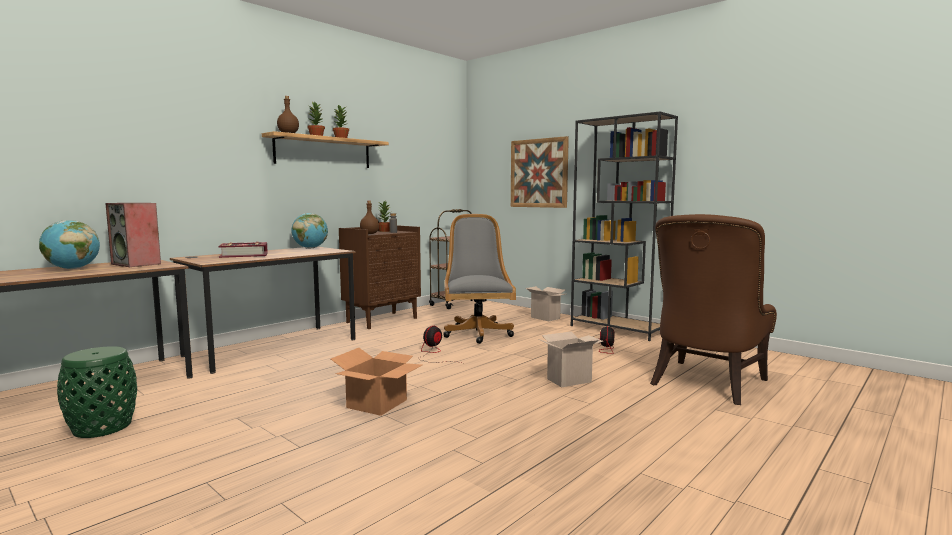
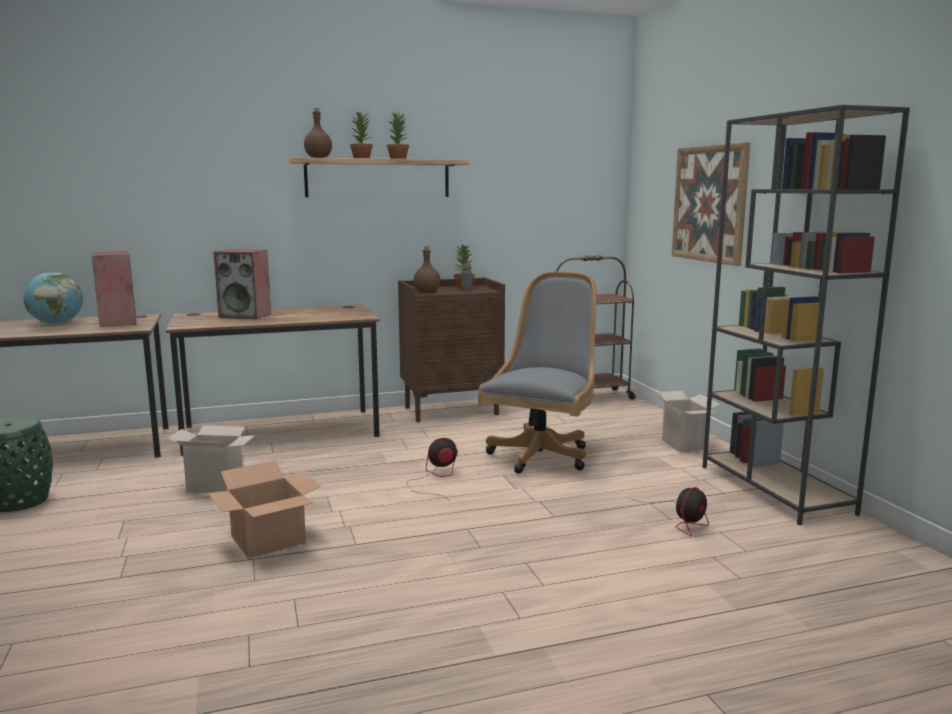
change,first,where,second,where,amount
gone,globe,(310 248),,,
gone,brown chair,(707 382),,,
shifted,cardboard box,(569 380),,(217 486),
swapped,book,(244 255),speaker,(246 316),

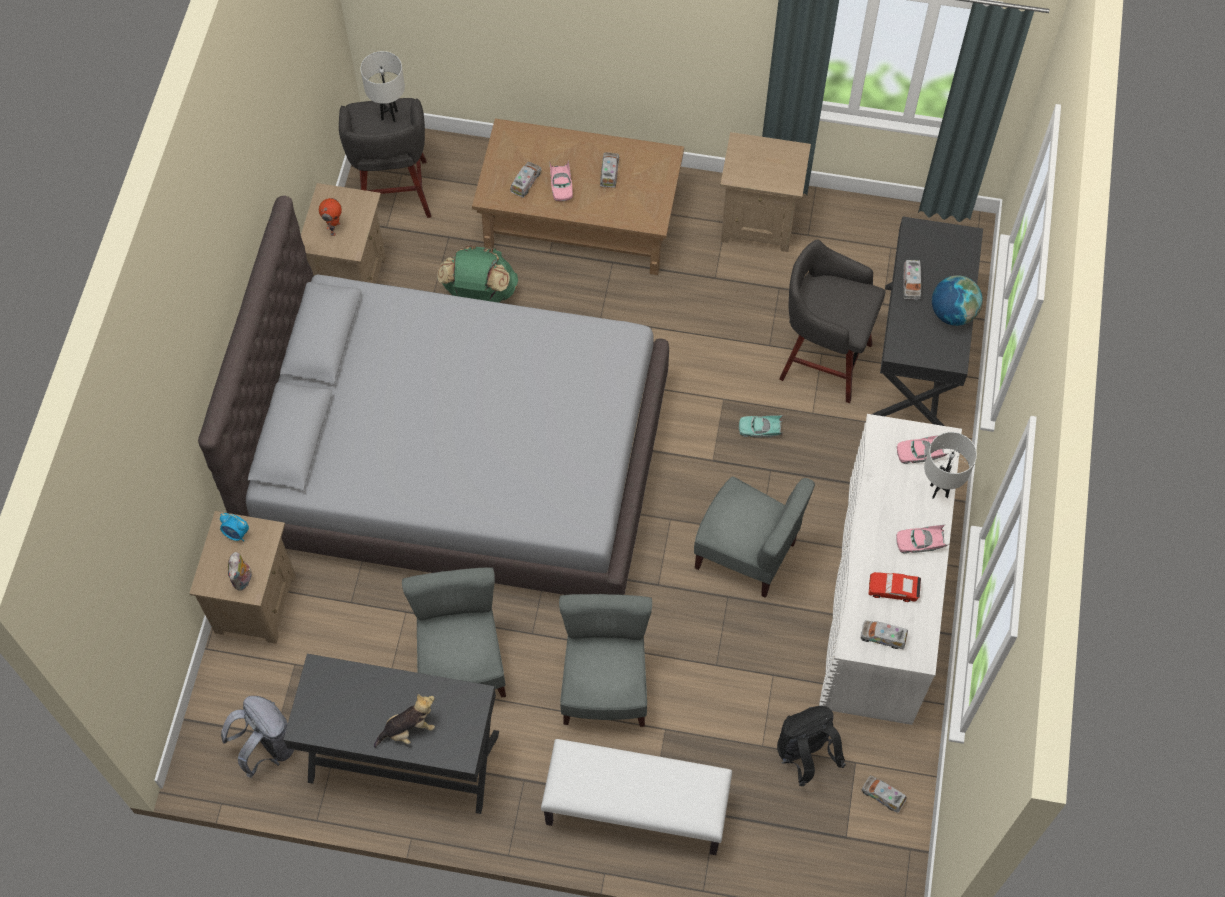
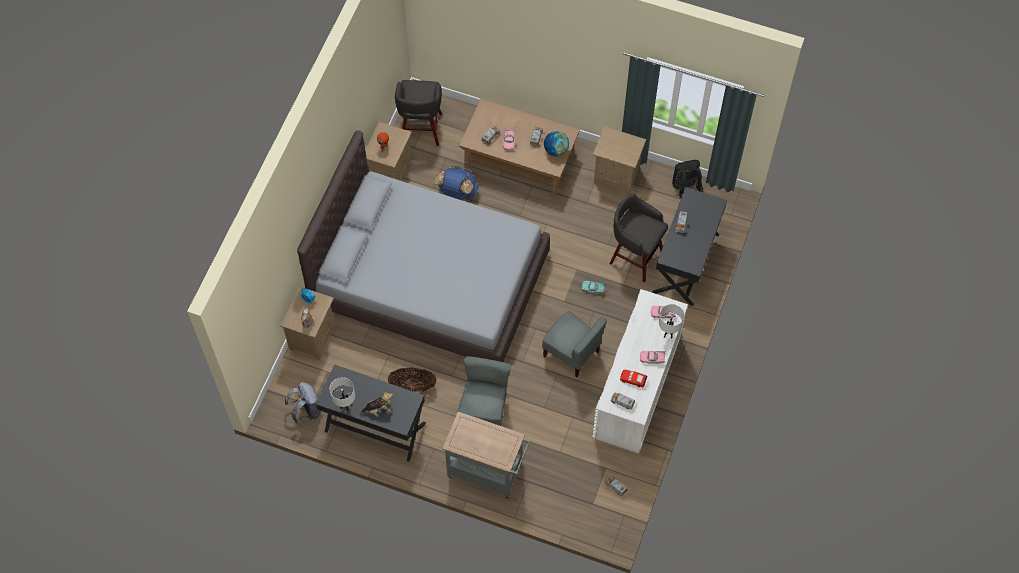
change,first,where,second,where,amount
shifted,white table lamp,(389 115),,(345 406),
shifted,black backpack,(805 755),,(685 188),
shifted,globe,(952 313),,(556 150),
swapped,grey chair,(462 664),basket,(413 386),
swapped,white bench,(635 809),grey cart,(487 472),
repainted,green backpack,(480 293),blue backpack,(457 192),

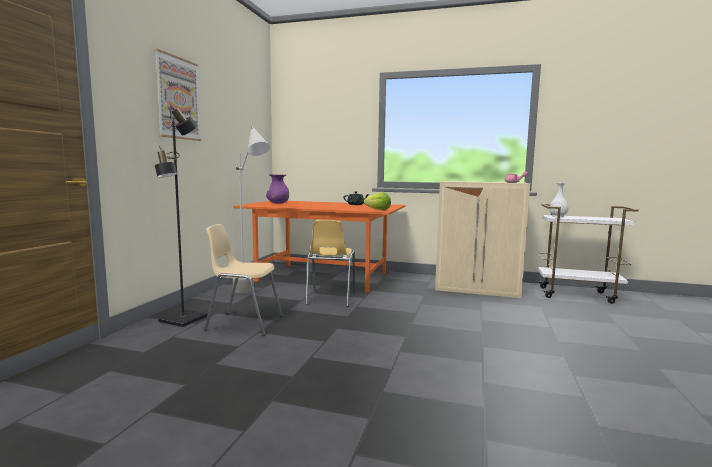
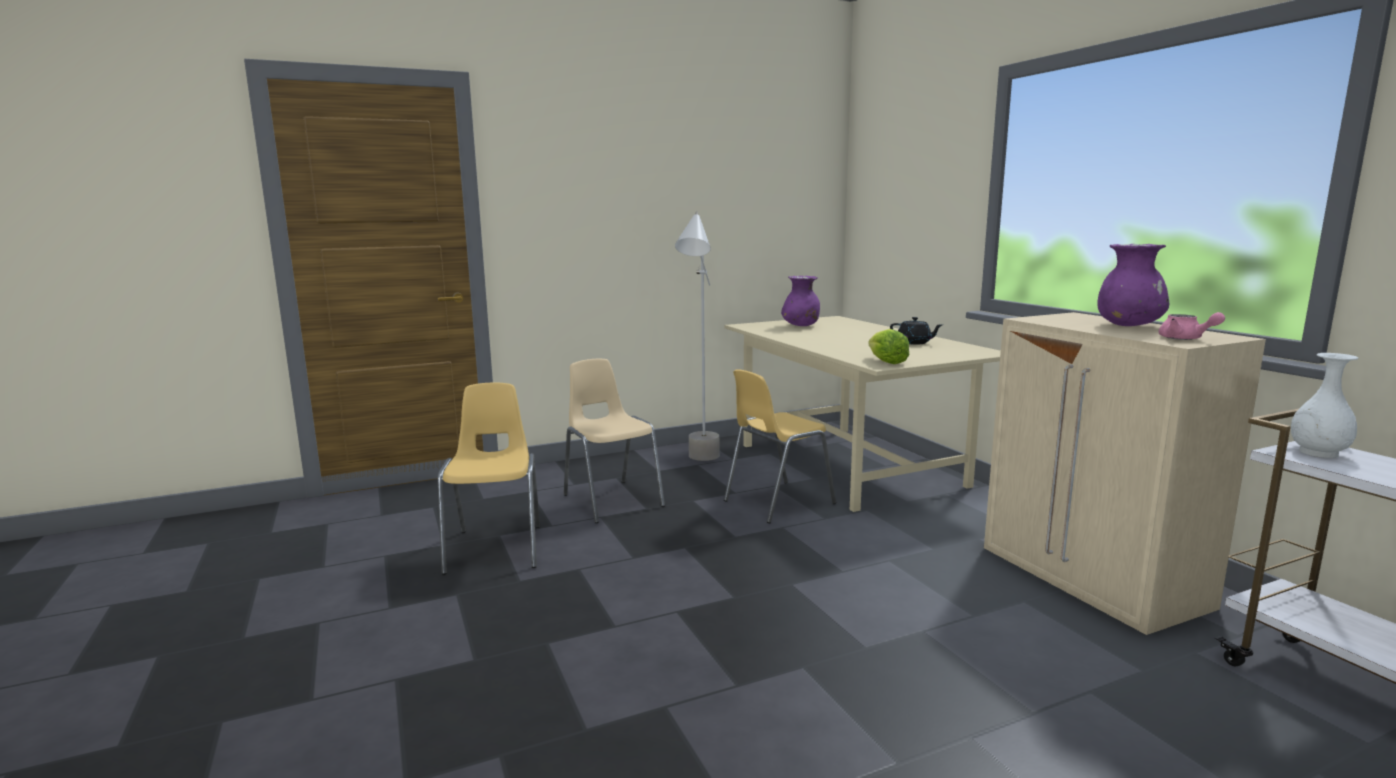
change,first,where,second,where,amount
gone,picture,(178 98),,,
gone,black floor lamp,(183 319),,,
new,,,yellow chair,(496 548),
new,,,purple vase,(1129 326),
repainted,orange dining table,(324 277),beige dining table,(850 465),

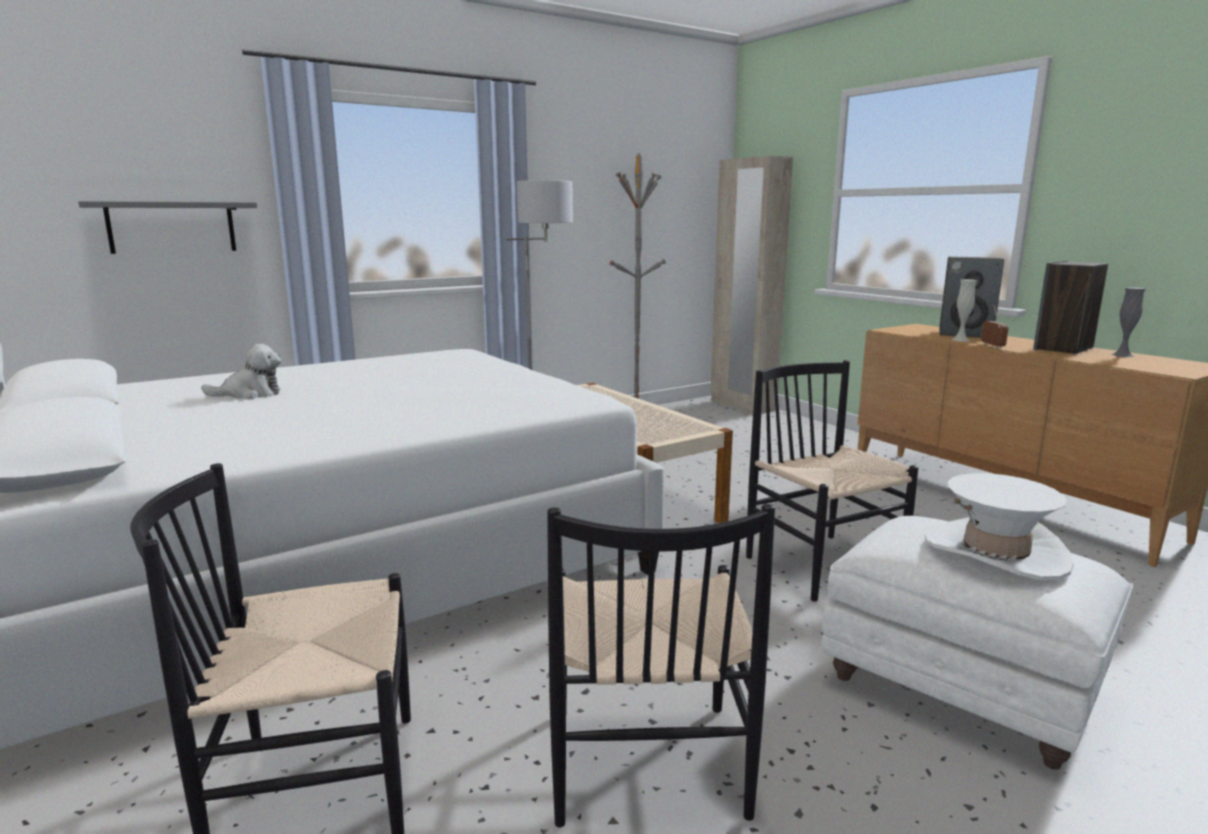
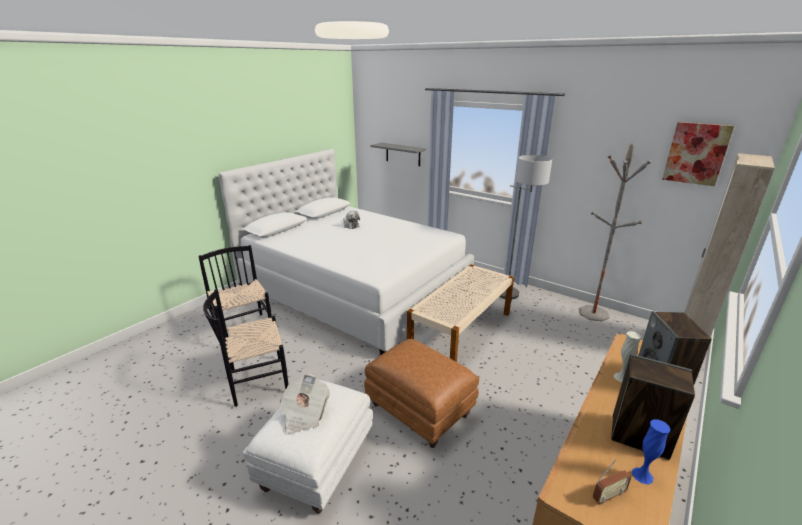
change,first,where,second,where,amount
new,,,picture,(696 153),
shifted,radio,(992 346),,(608 496),
swapped,black chair,(818 563),brown ottoman,(420 411),
swapped,white hat,(995 552),newspaper,(304 414),
repainted,grey vase,(1122 355),blue vase,(642 475),

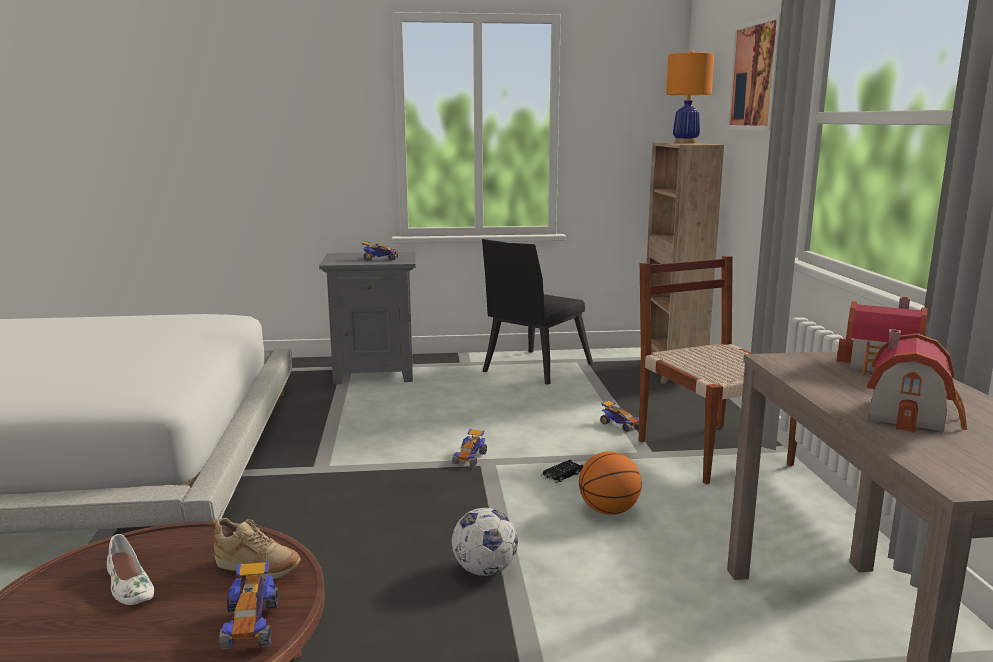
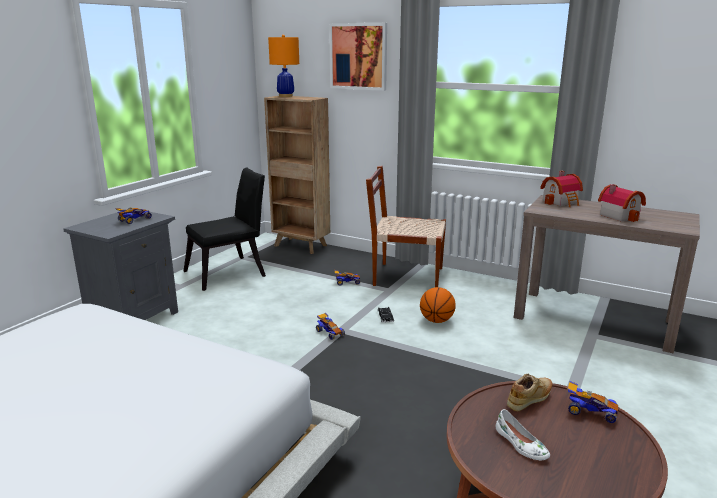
change,first,where,second,where,amount
gone,football,(485 570),,,
rotated,white shoe,(128 585),,(520 444),60 degrees clockwise
rotated,black chair,(532 369),,(230 273),105 degrees counterclockwise

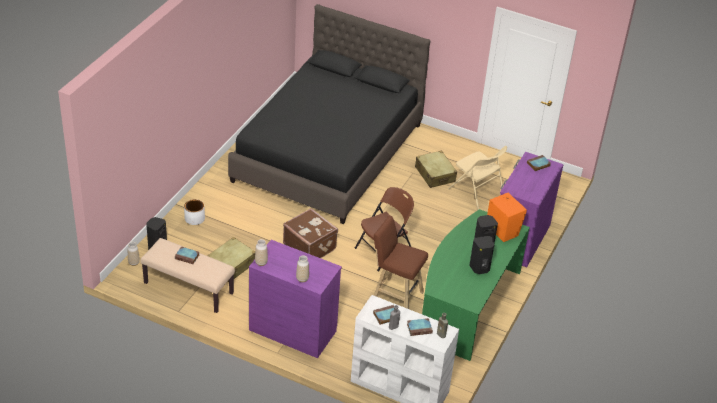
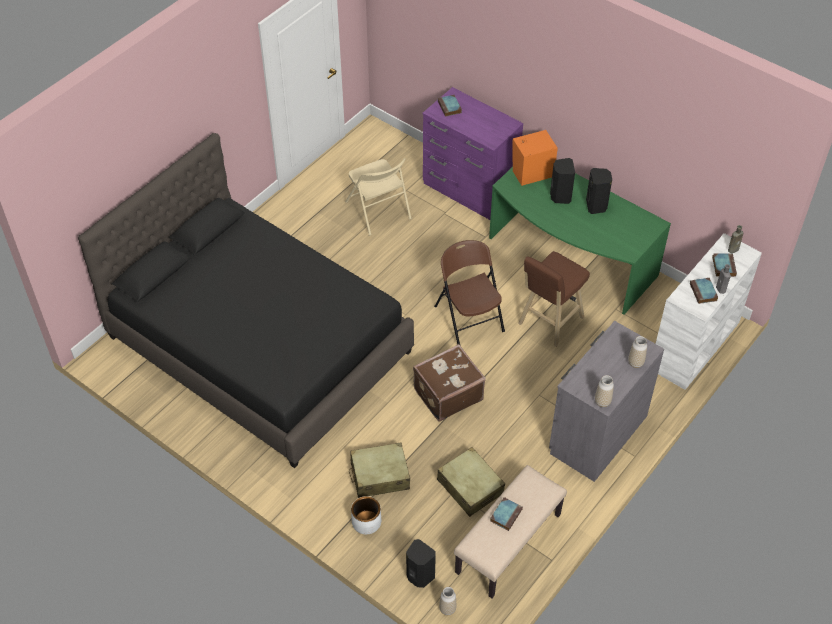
change,first,where,second,where,amount
shifted,beige suitcase,(435 174),,(379 476),
repainted,purple dresser,(293 329),grey dresser,(596 434),
rotated,beige chair,(476 192),,(377 210),90 degrees clockwise

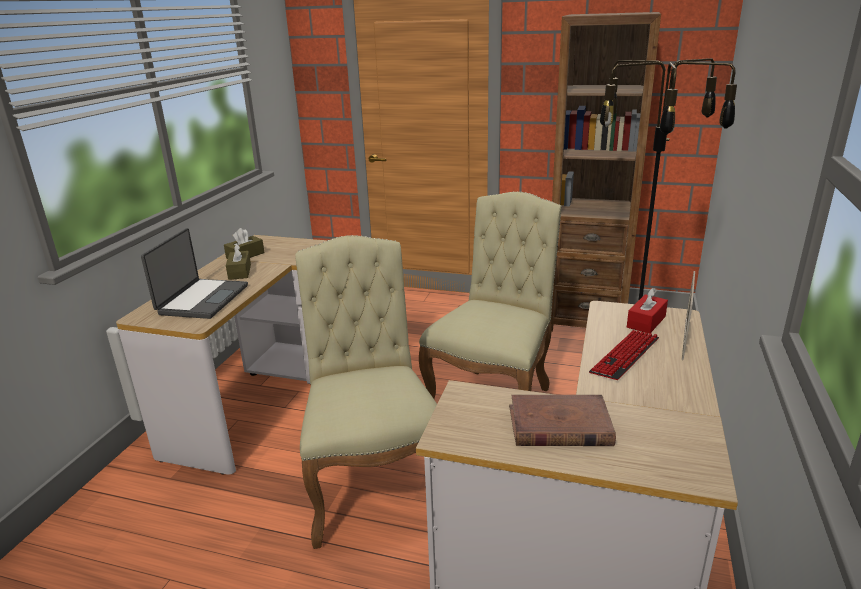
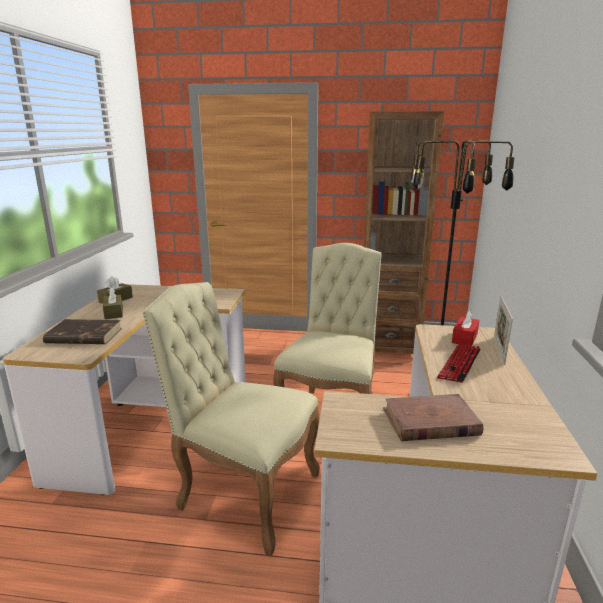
change,first,where,second,where,amount
swapped,laptop,(202 299),brown book,(83 336),
rotated,beige chair,(375 486),,(245 493),45 degrees counterclockwise

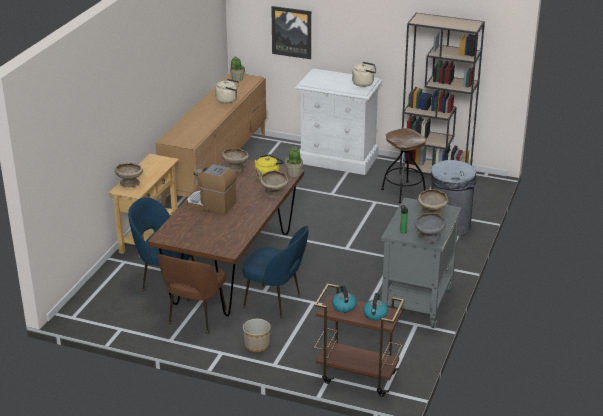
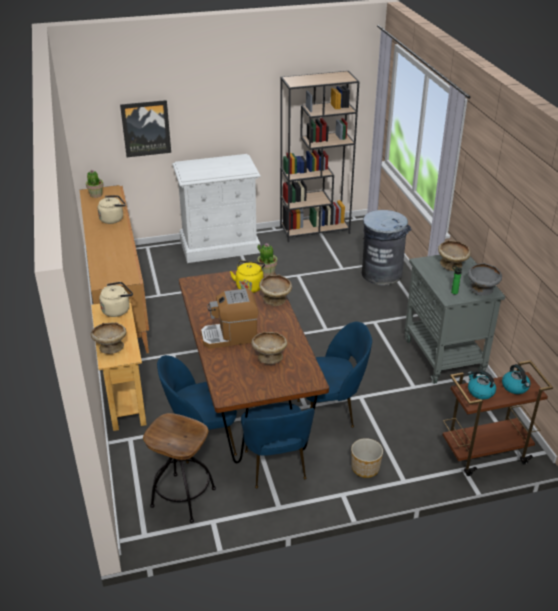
change,first,where,second,where,amount
shifted,beige bowl,(235 168),,(269 357),
shifted,beige kettle,(364 83),,(117 310),
shifted,brown stool,(403 192),,(183 497),
repainted,brown chair,(195 319),blue chair,(276 469),

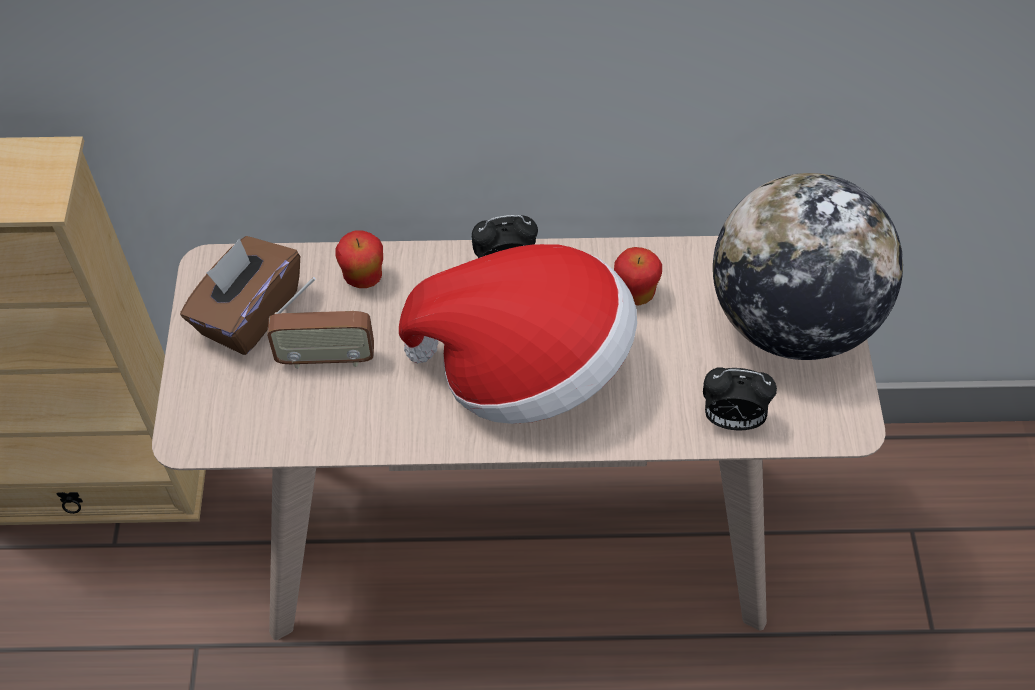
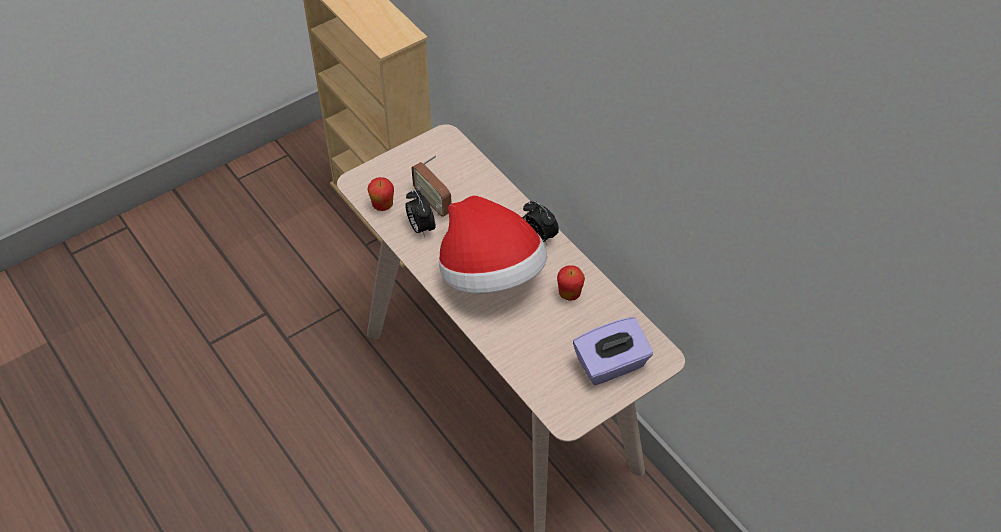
change,first,where,second,where,amount
gone,brown tissue box,(248 313),,,
shifted,apple,(363 278),,(382 205),
shifted,alarm clock,(731 419),,(420 227),
swapped,globe,(790 320),purple tissue box,(611 365),

